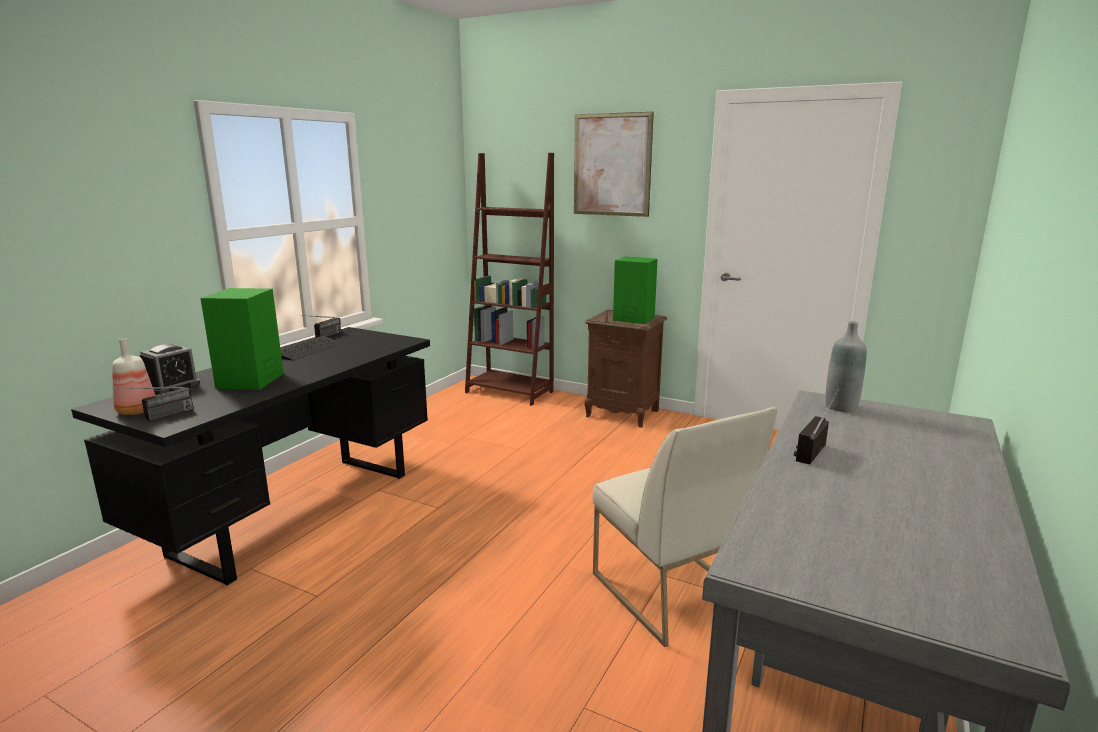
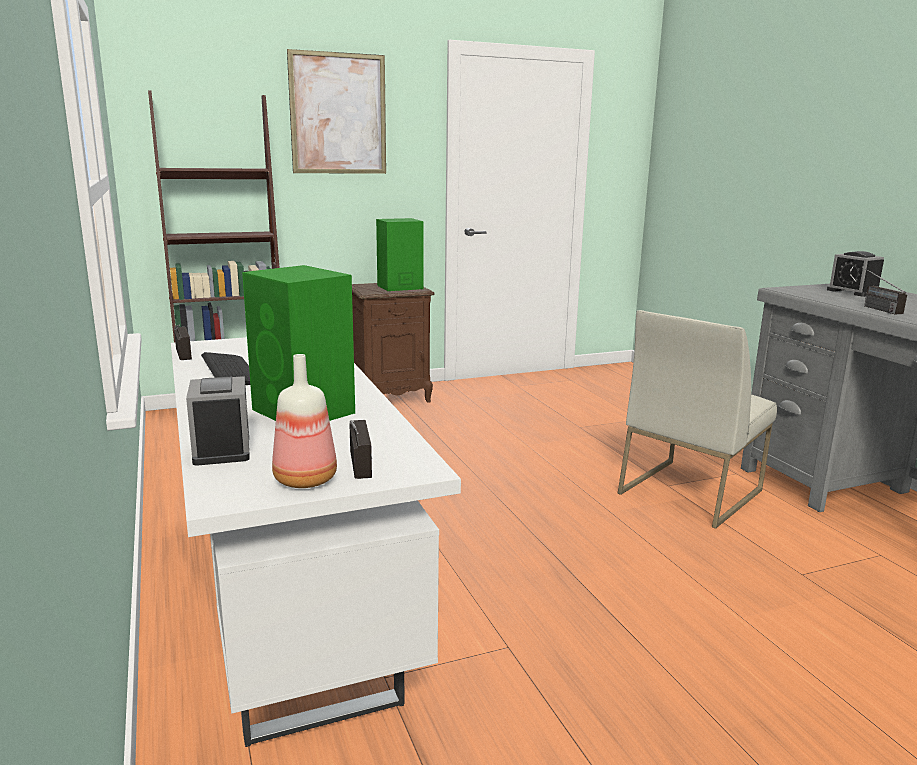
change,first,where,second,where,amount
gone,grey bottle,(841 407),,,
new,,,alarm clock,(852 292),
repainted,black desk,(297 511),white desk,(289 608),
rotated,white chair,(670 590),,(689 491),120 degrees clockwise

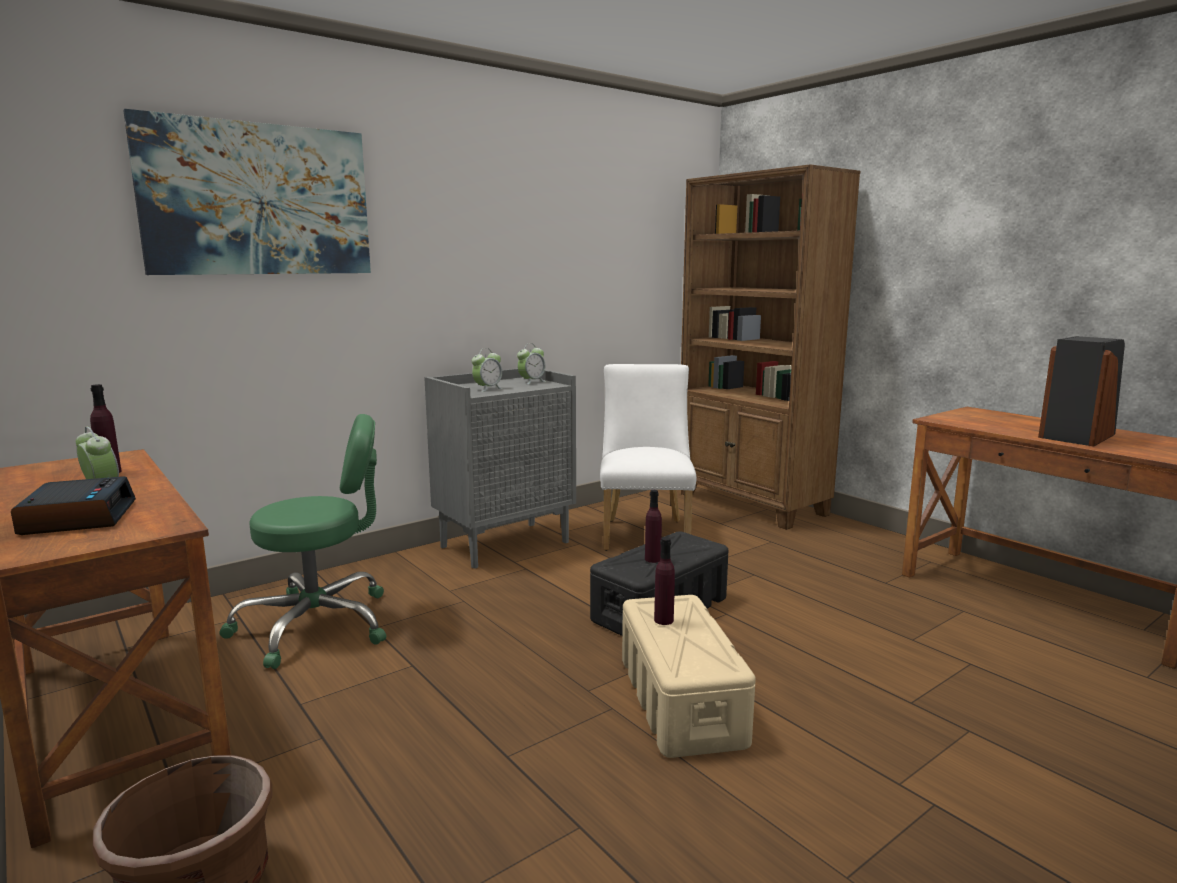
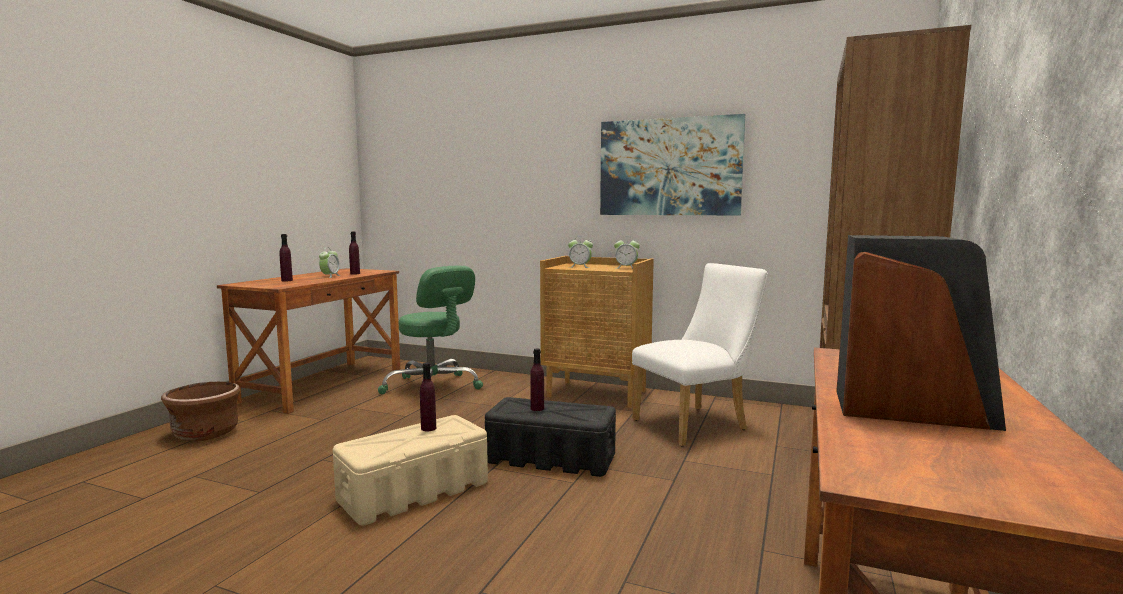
change,first,where,second,where,amount
shifted,picture,(258 200),,(669 167),
swapped,alarm clock,(78 517),purple bottle,(287 280),
repainted,grey cabinet,(506 544),brown cabinet,(597 394),

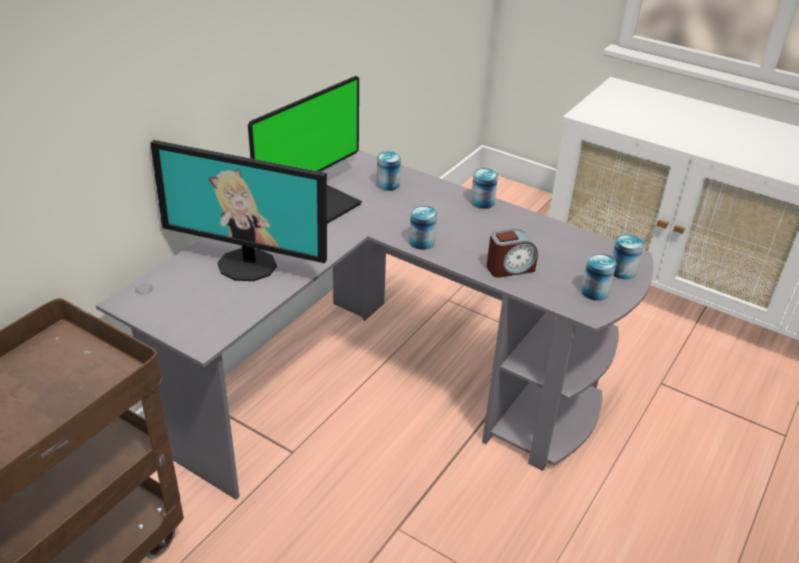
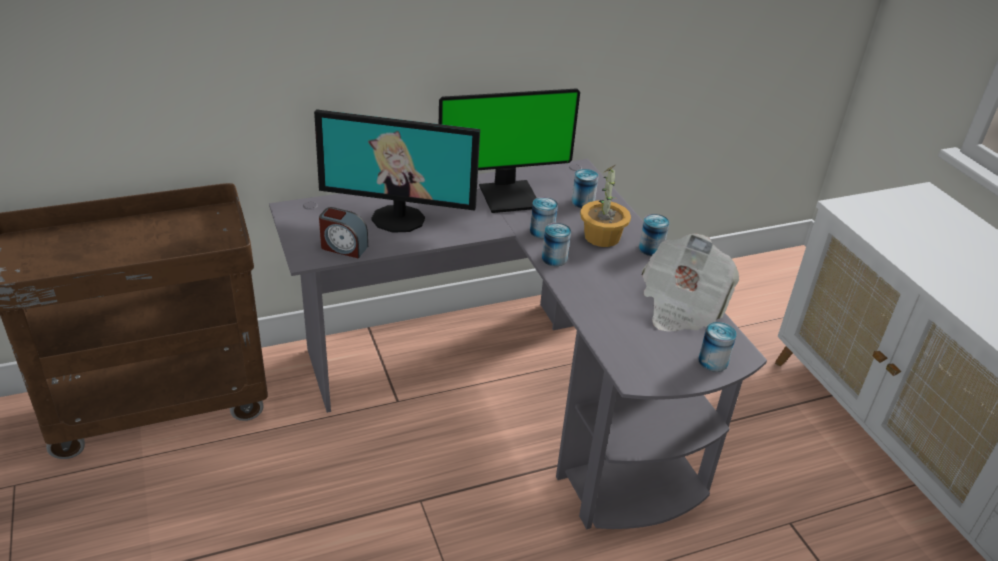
change,first,where,second,where,amount
new,,,potted plant,(602 237),
new,,,newspaper,(682 305),
shifted,alarm clock,(509 268),,(343 247),
shifted,can,(594 292),,(542 231),
rotated,monitor,(248 264),,(398 218),45 degrees counterclockwise

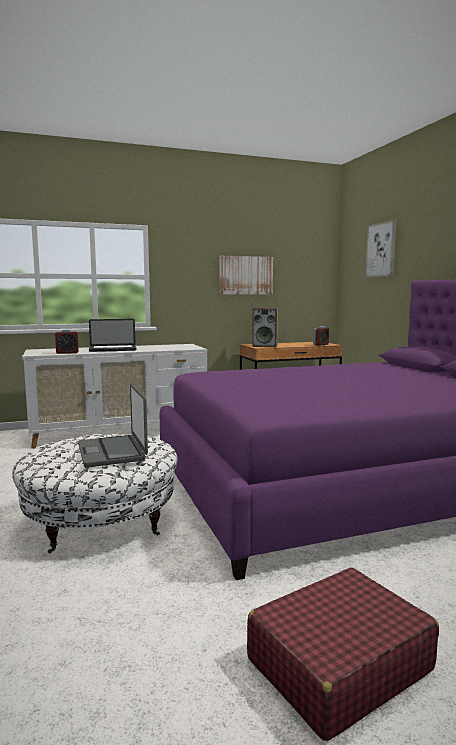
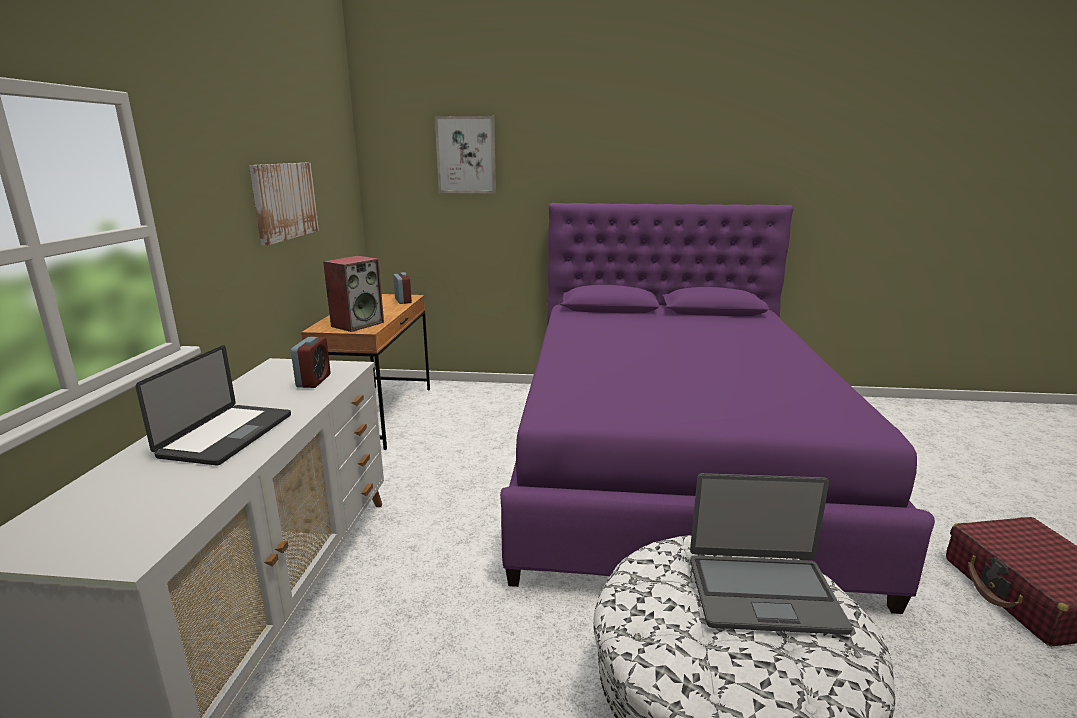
change,first,where,second,where,amount
shifted,alarm clock,(67 353),,(314 381),

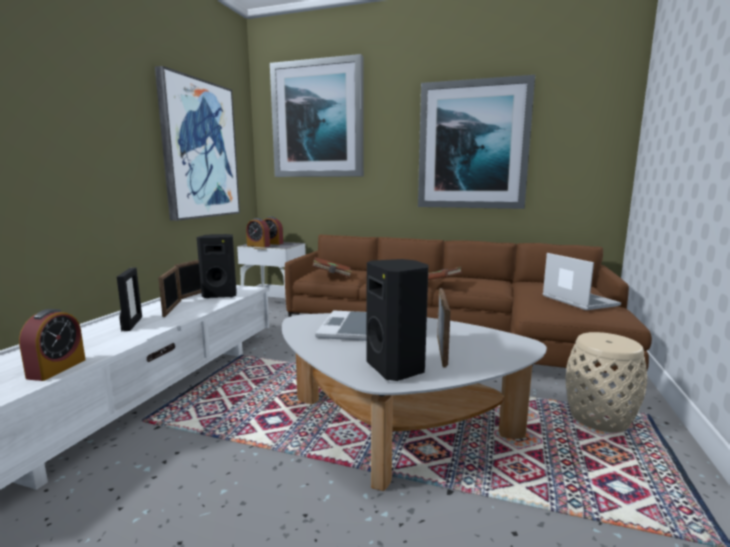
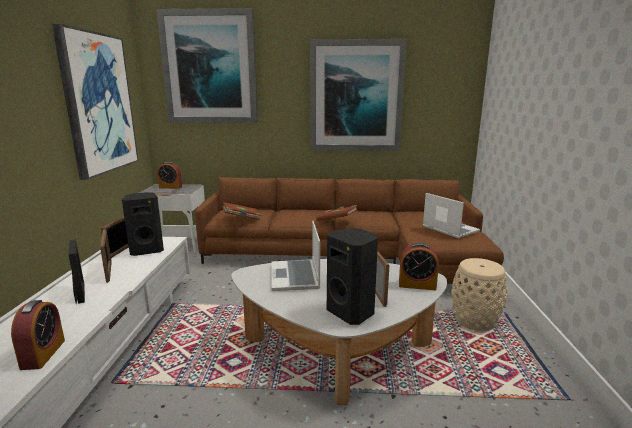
change,first,where,second,where,amount
shifted,alarm clock,(258 246),,(417 285),

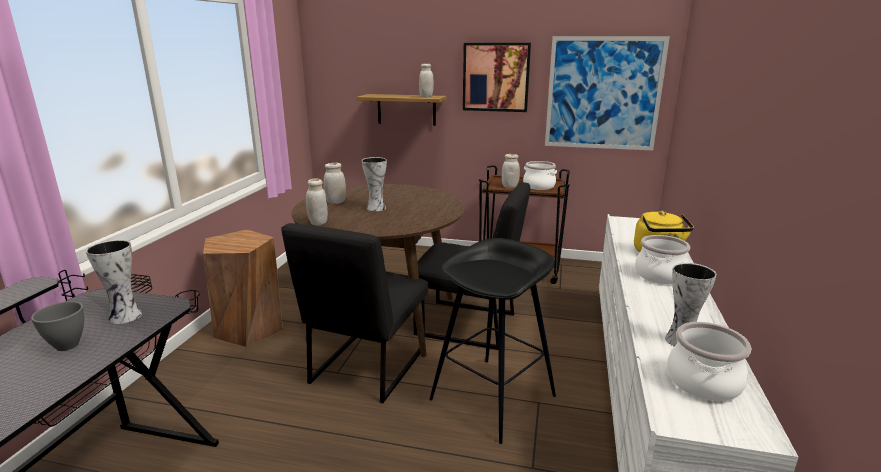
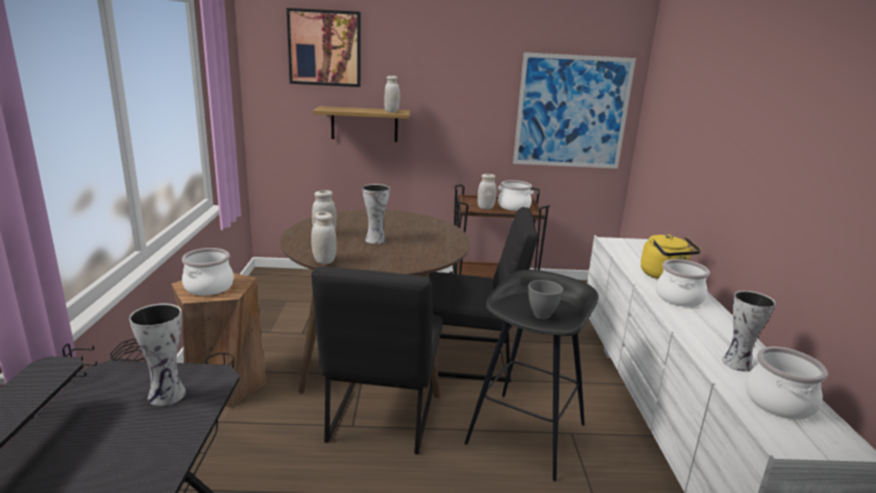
change,first,where,second,where,amount
new,,,cooking pot,(209 287),
shifted,grey bowl,(68 345),,(542 315),
shifted,picture,(496 77),,(325 48),

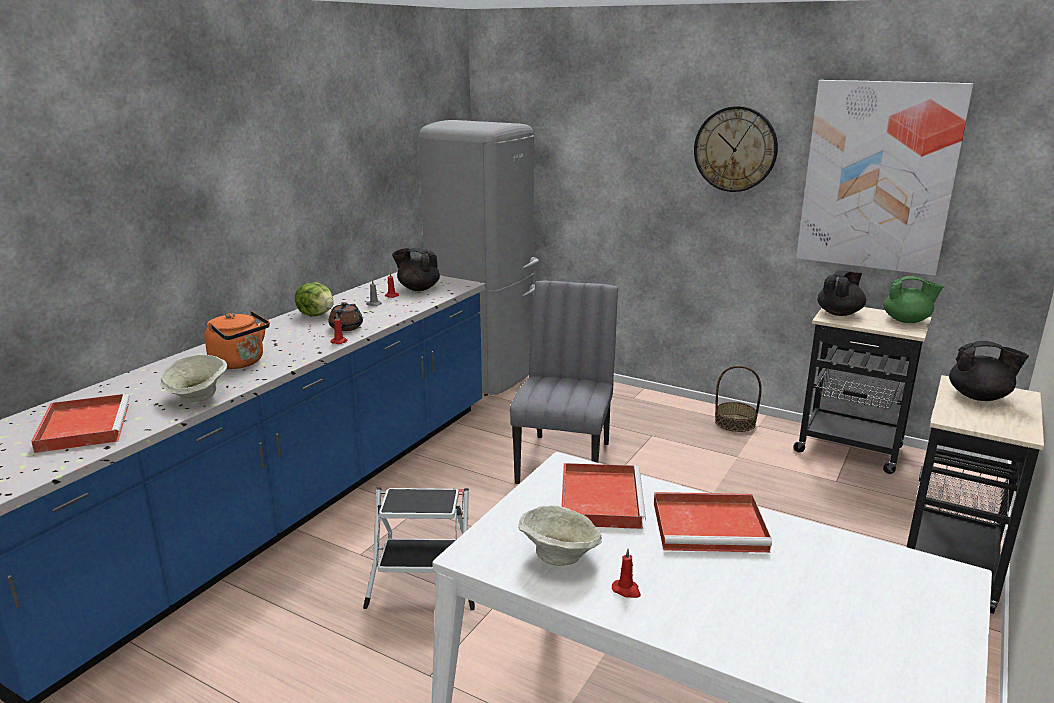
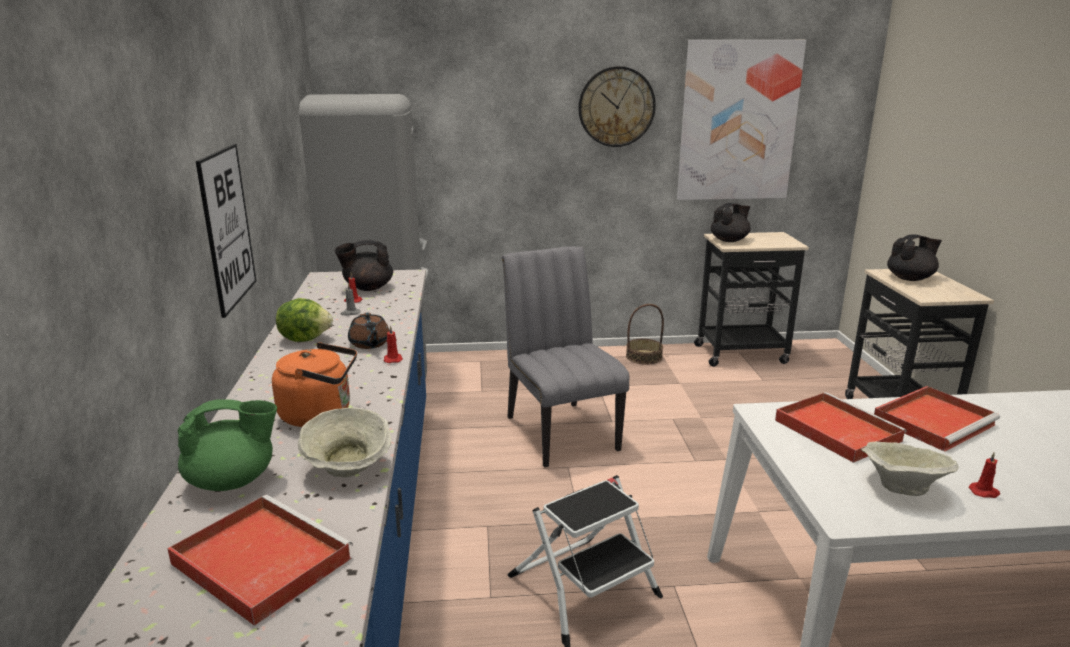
change,first,where,second,where,amount
new,,,picture,(227 227),
shifted,green teapot,(907 321),,(233 481),
rotated,black teapot,(839 313),,(729 240),45 degrees clockwise

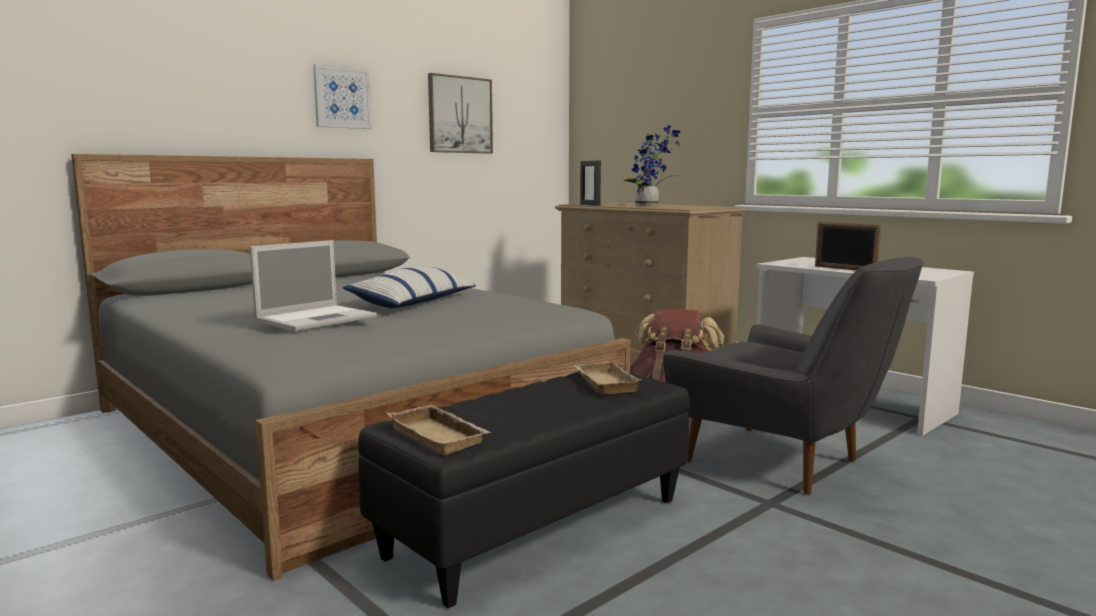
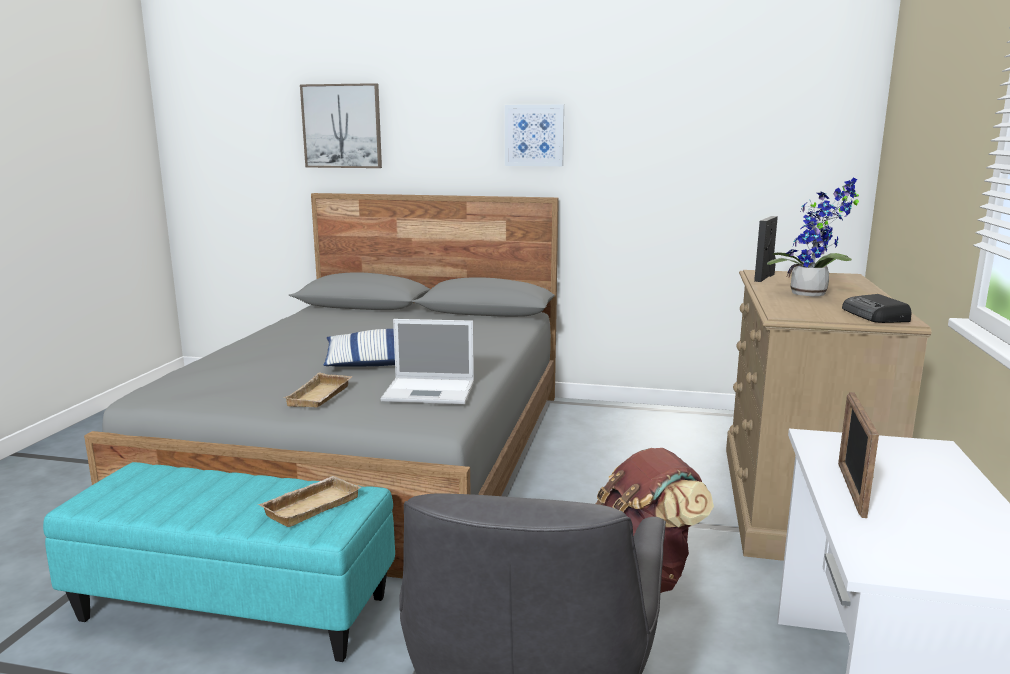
change,first,where,second,where,amount
new,,,radio,(875 316),
shifted,laptop,(318 319),,(431 391),
shifted,beige tray,(441 436),,(321 396),
shifted,picture,(460 115),,(342 126),
repainted,black ottoman,(536 527),turquoise ottoman,(236 608),

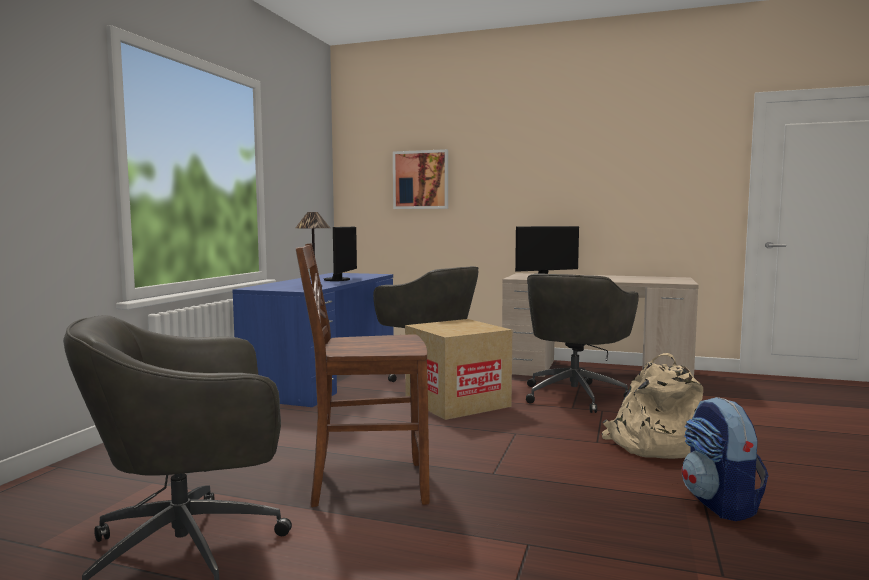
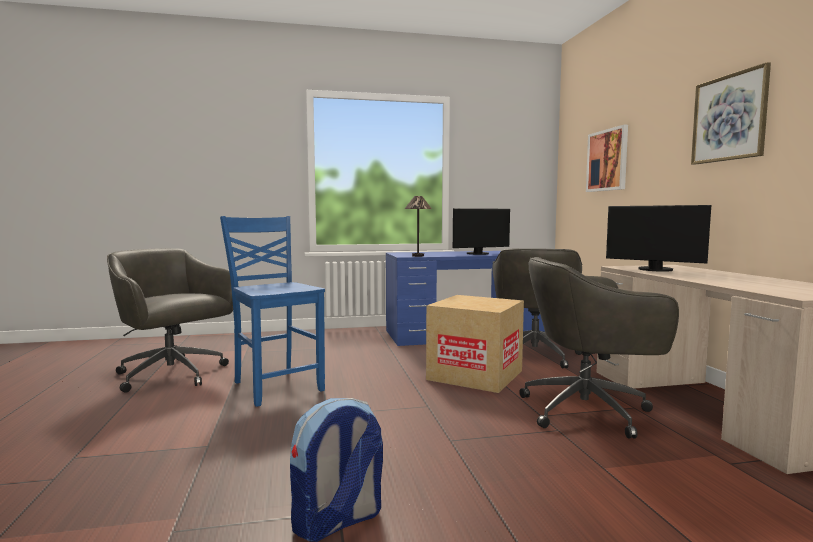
change,first,where,second,where,amount
gone,beige backpack,(651 445),,,
new,,,picture,(729 118),
repainted,brown chair,(366 484),blue chair,(276 386),

